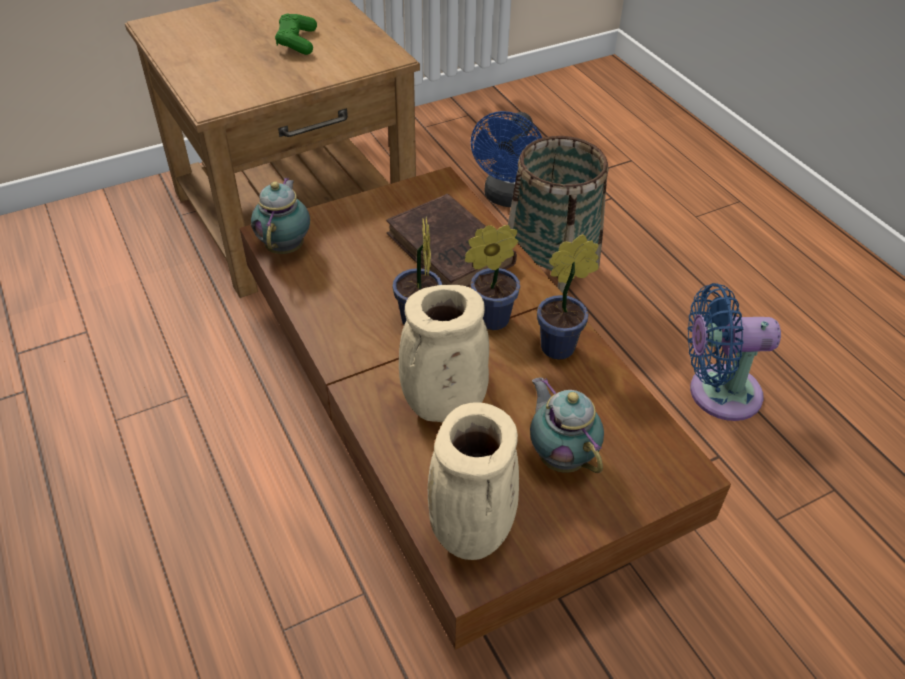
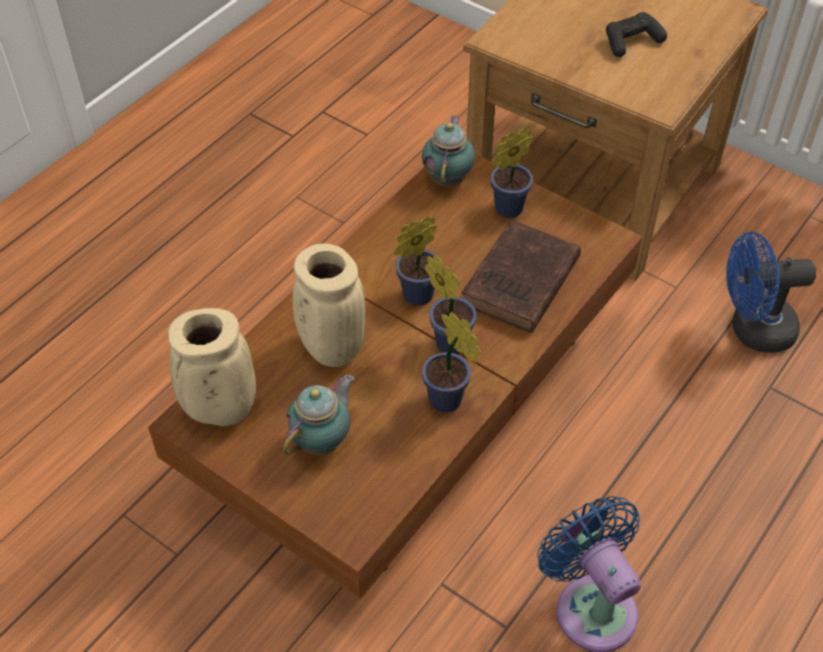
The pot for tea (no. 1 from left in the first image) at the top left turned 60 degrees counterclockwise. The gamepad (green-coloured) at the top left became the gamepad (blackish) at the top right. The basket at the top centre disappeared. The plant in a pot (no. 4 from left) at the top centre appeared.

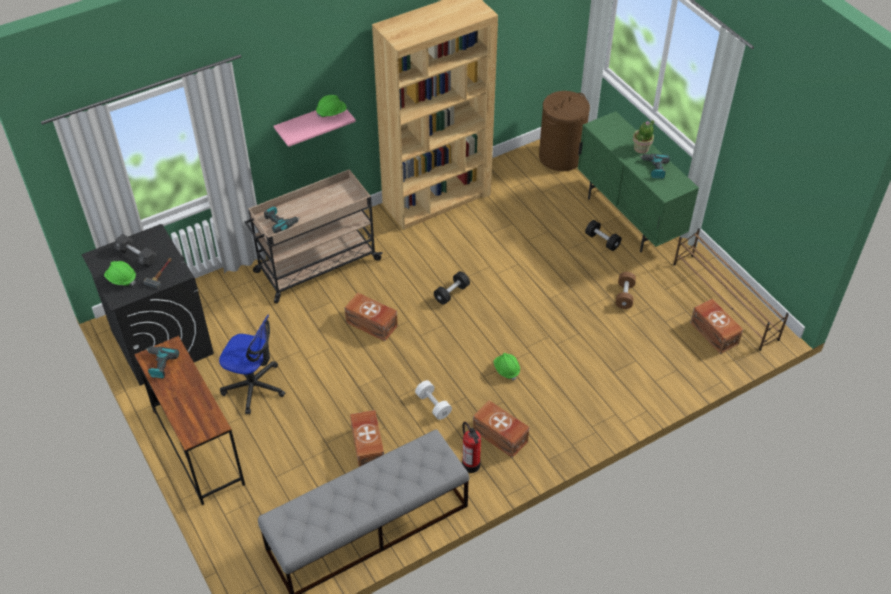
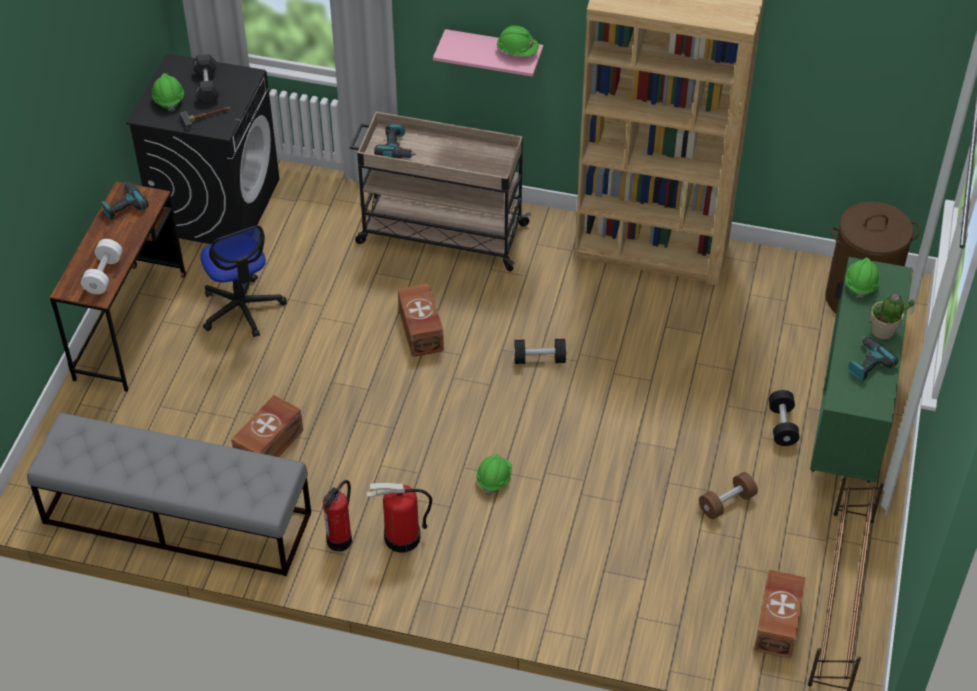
The dumbbell (whitish) moved from the bottom centre to the middle left. The storage box (brownish) (no. 3 from left) at the bottom centre was replaced by the fire-fighting cylinder (no. 2 from left) at the bottom centre. The safety helmet (green-coloured) (no. 4 from left) at the middle right appeared.

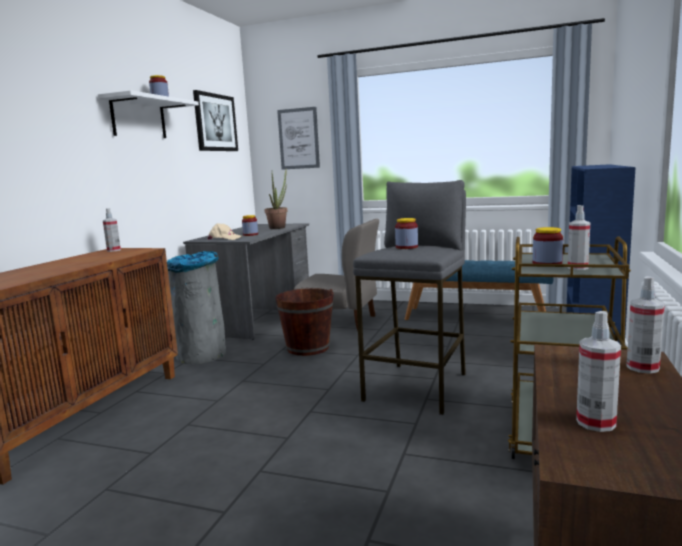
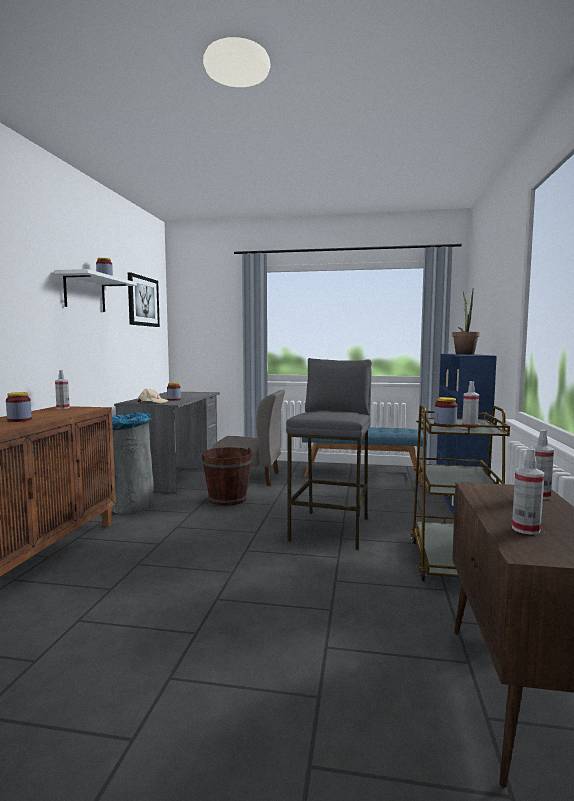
The plant in a pot moved from the centre to the middle right. The wall picture (no. 2 from left) at the top centre disappeared. The storage jar (no. 3 from left in the first image) moved from the centre to the middle left.

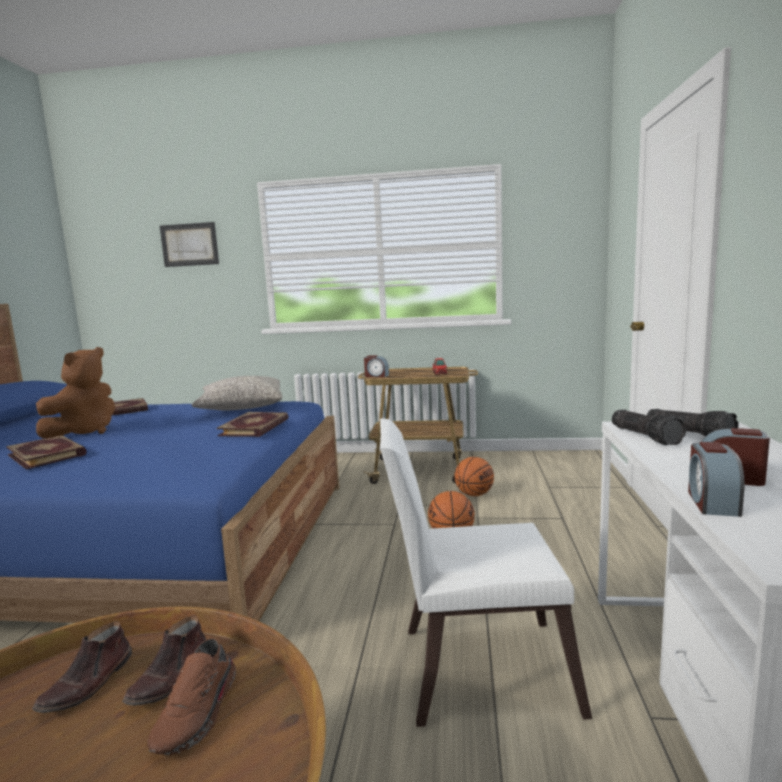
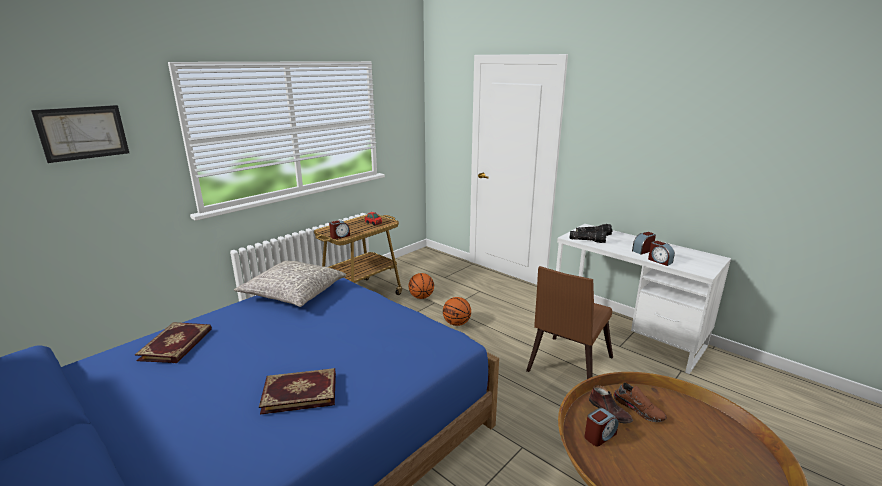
The low shoe (brownish) (no. 1 from left) at the bottom left was replaced by the table clock (no. 2 from left) at the bottom right. The cuddly toy (brownish) at the middle left disappeared. The bound book (no. 3 from left) at the middle left disappeared. The plain chair (whitish) at the bottom centre became the plain chair (brownish) at the centre.

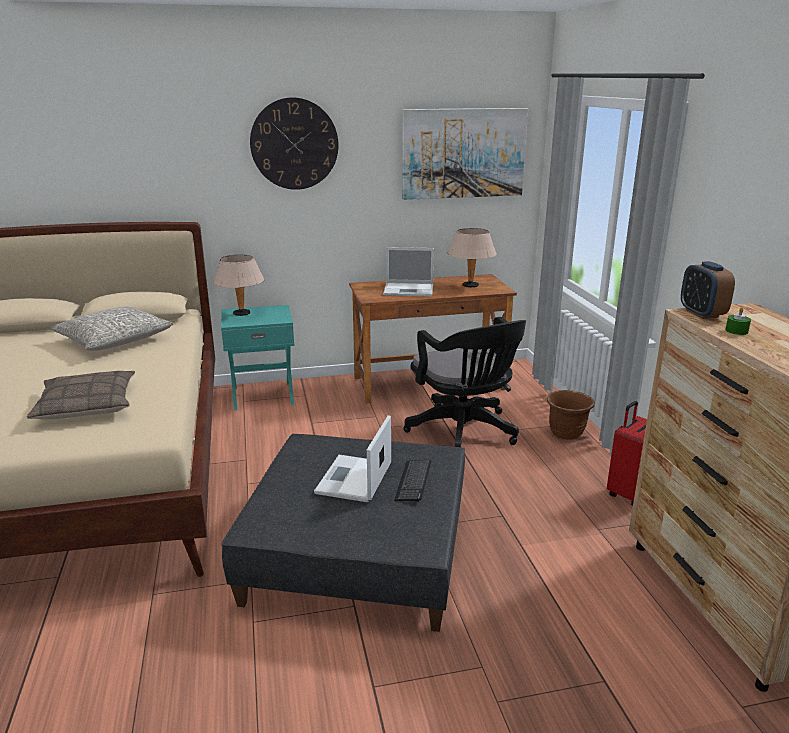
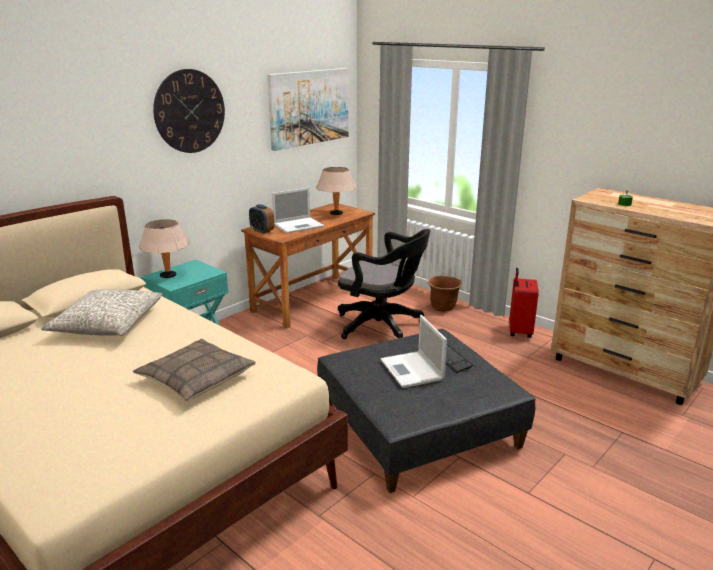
The table clock moved from the middle right to the centre.

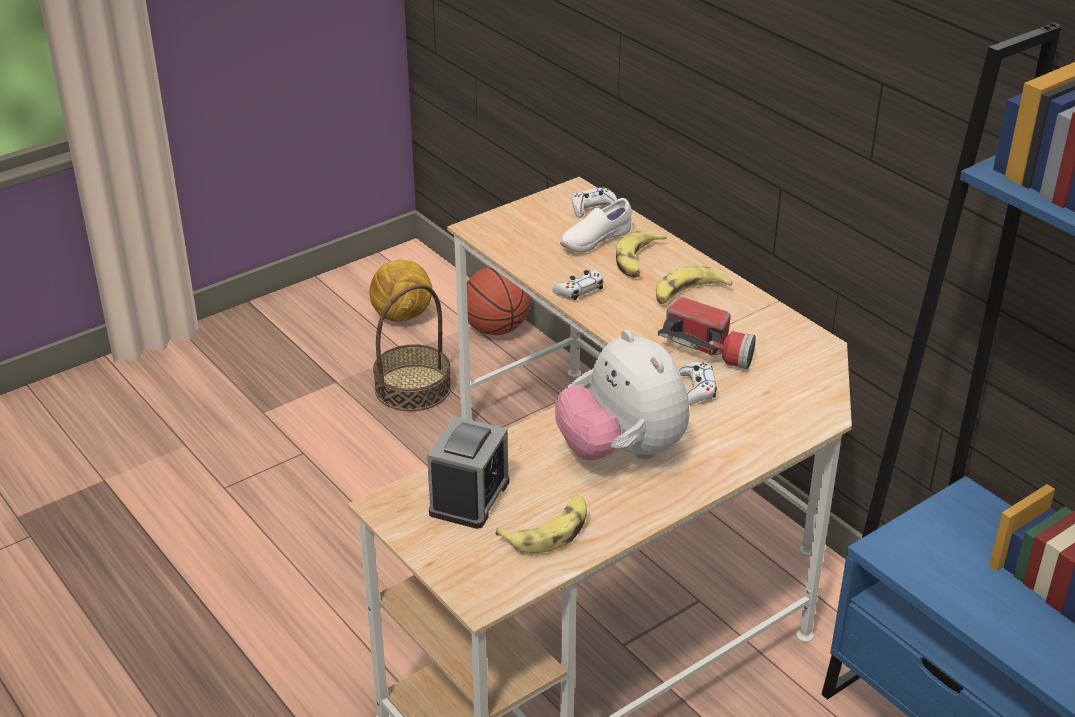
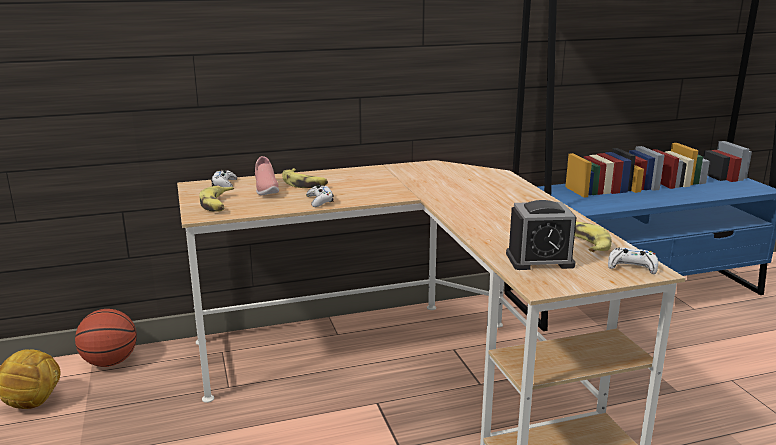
The basket at the centre disappeared. The table clock at the centre turned 135 degrees clockwise. The cuddly toy at the centre disappeared. The low shoe (whitish) at the top centre became the low shoe (pink-coloured) at the centre. The banana fruit (no. 3 from left in the first image) moved from the centre to the middle left. The hand torch at the centre disappeared. The gamepad (whitish) (no. 3 from left) moved from the centre to the middle right.

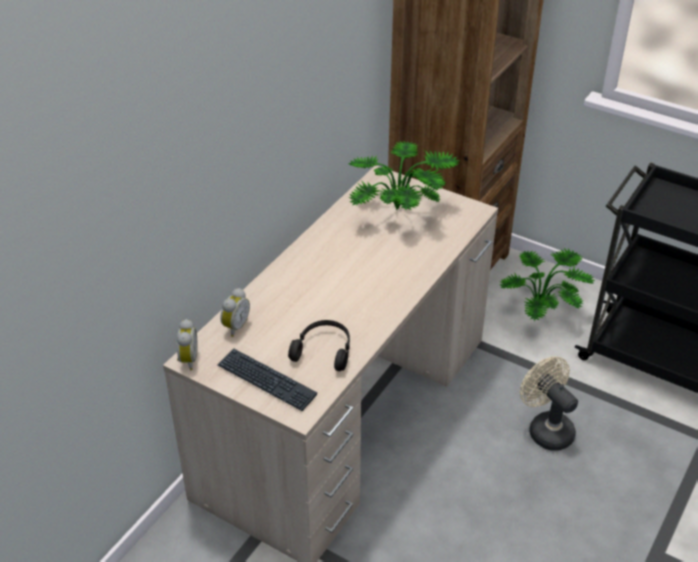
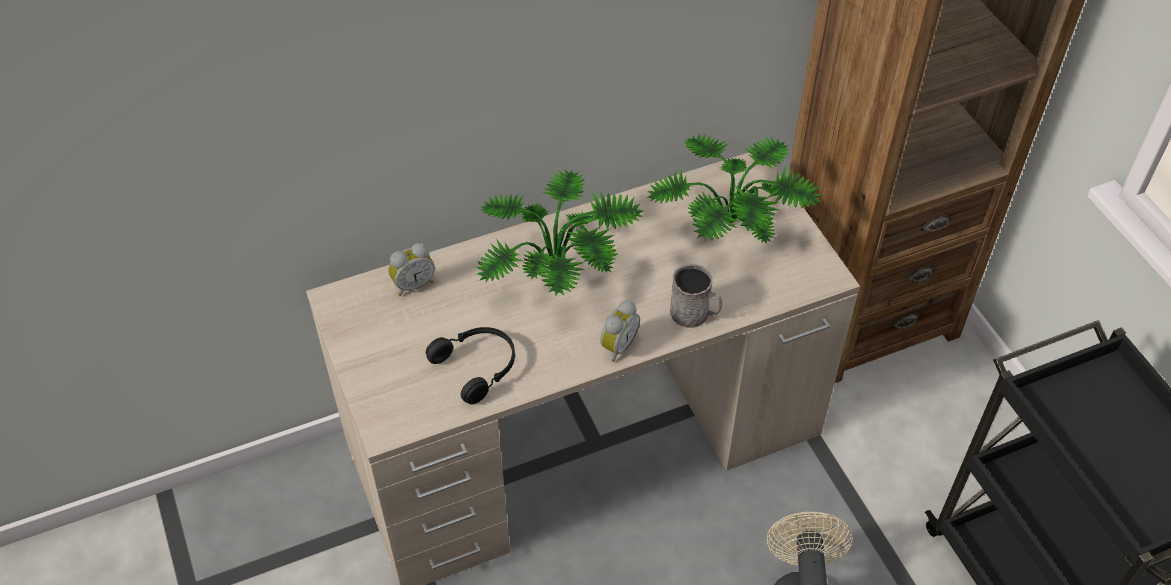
The table clock (no. 1 from left in the first image) moved from the middle left to the centre. The computer keyboard at the bottom centre disappeared. The plant in a pot (no. 2 from left in the first image) moved from the middle right to the centre. The mug (greyish) at the centre appeared.

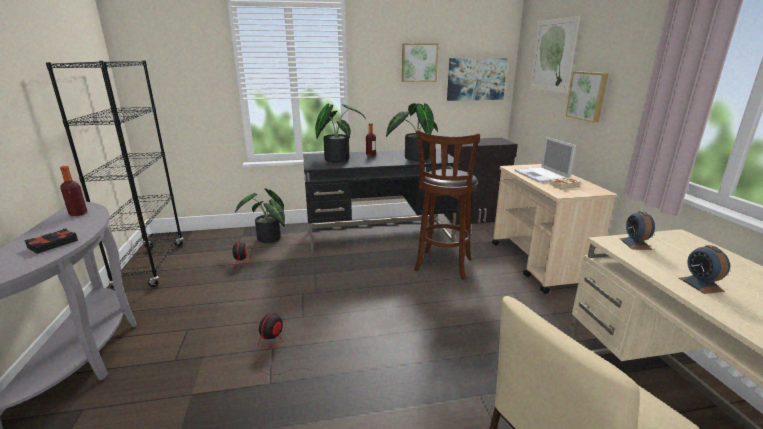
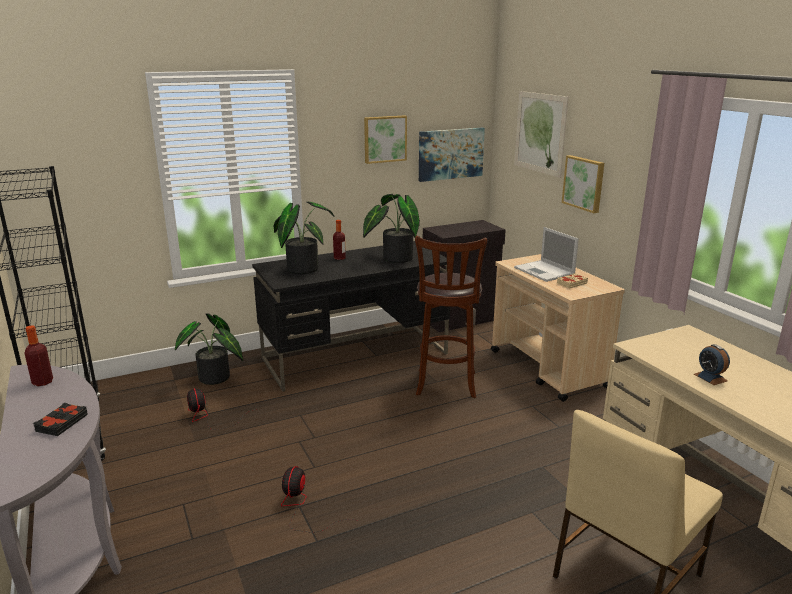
The table clock (no. 1 from left) at the middle right disappeared.

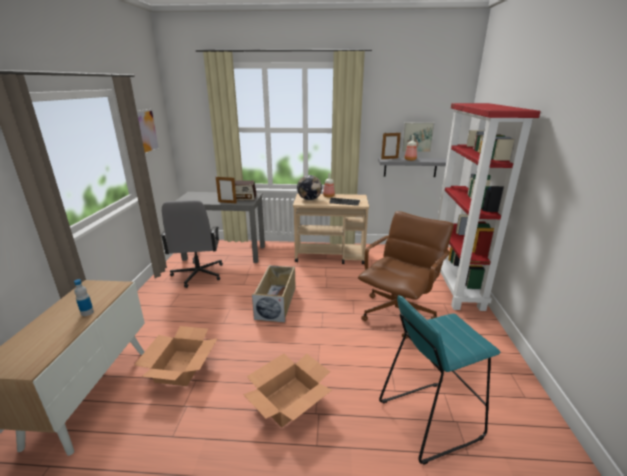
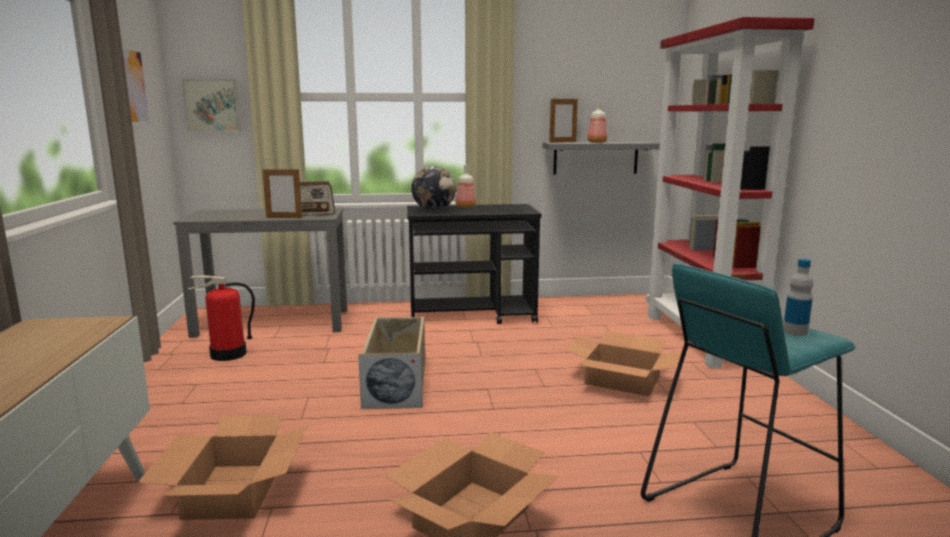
The beverage bottle (no. 1 from left in the first image) moved from the middle left to the middle right. The desk chair (greyish) at the middle left was replaced by the fire-fighting cylinder at the middle left. The cart (beige) at the centre became the cart (blackish) at the centre. The desk chair (brownish) at the centre was replaced by the cardboard box (no. 3 from left) at the bottom centre. The wall picture (no. 2 from left) moved from the top right to the top left.

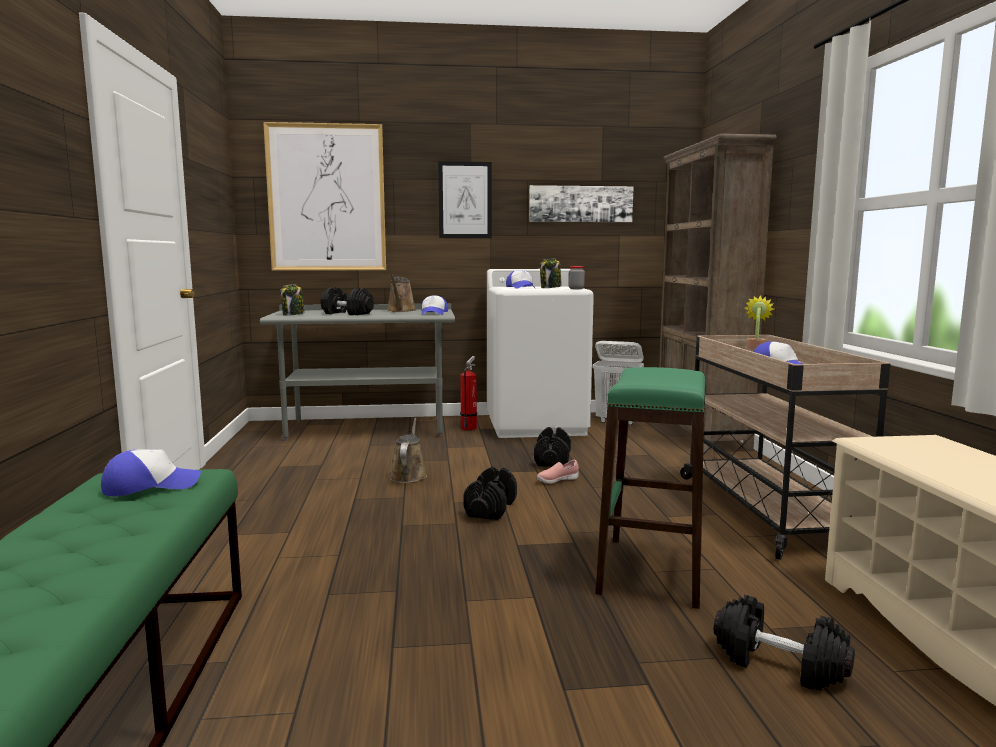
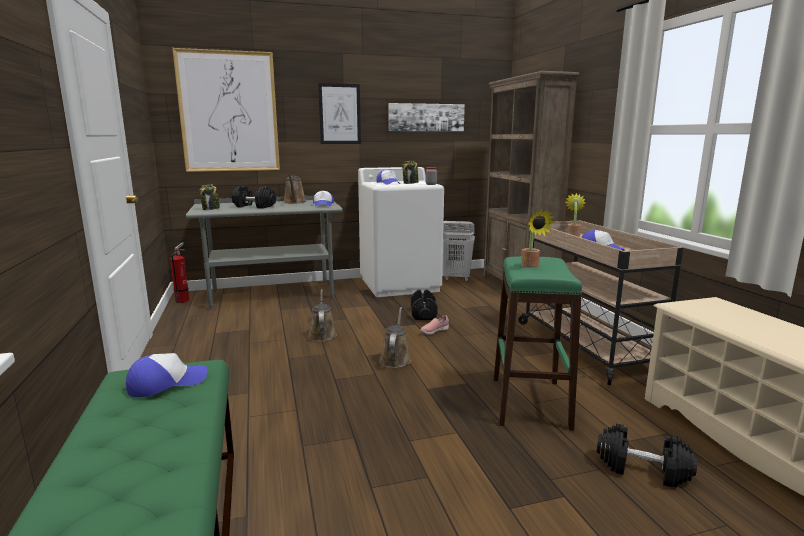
The fire-fighting cylinder moved from the centre to the middle left. The dumbbell (blackish) (no. 2 from left) at the centre was replaced by the watering pot (brownish) (no. 3 from left) at the centre. The plant in a pot (no. 1 from left) at the middle right appeared.

